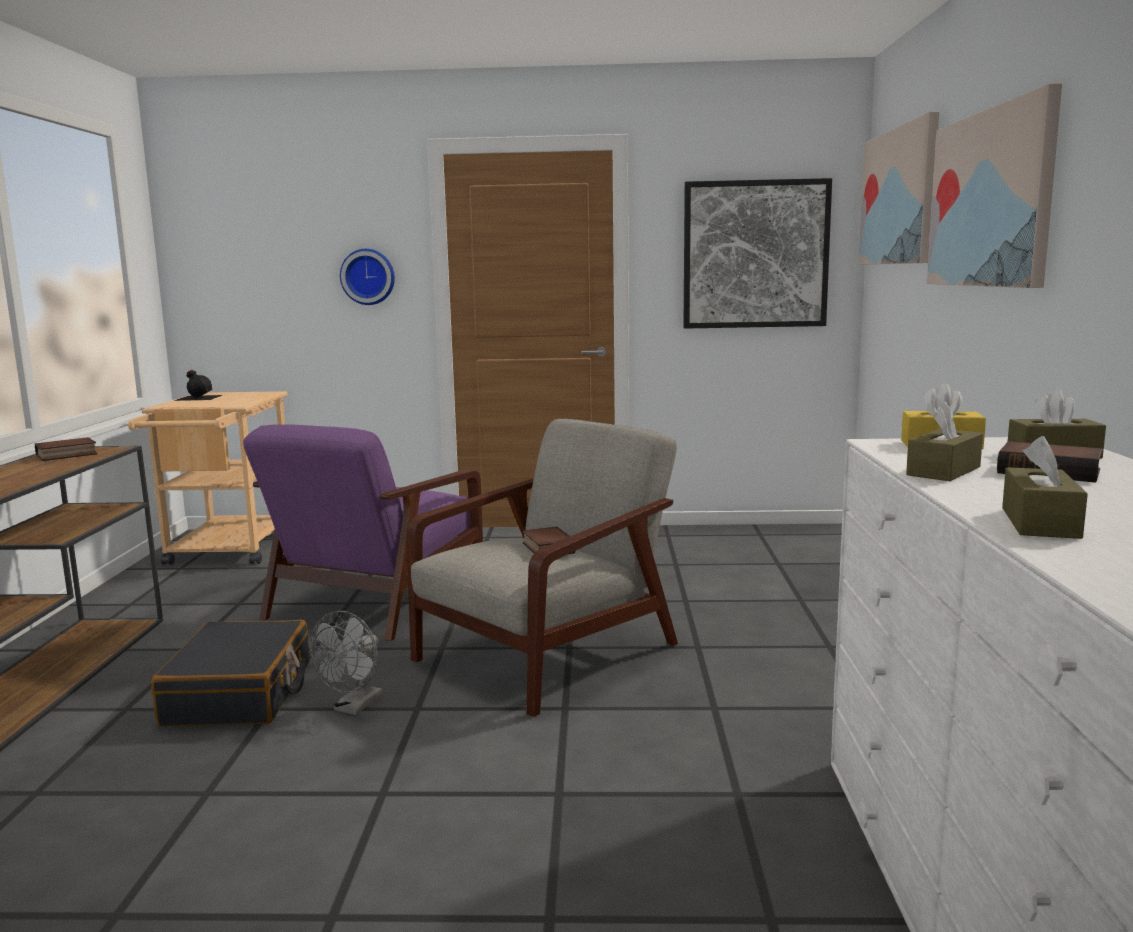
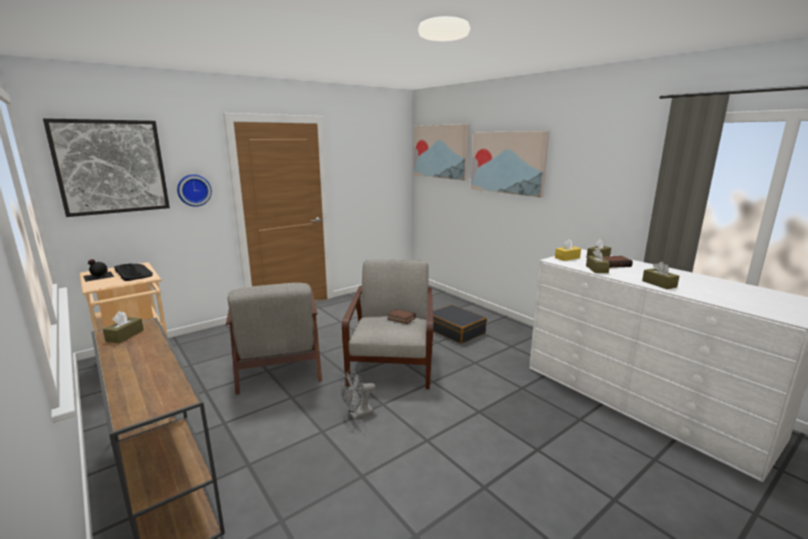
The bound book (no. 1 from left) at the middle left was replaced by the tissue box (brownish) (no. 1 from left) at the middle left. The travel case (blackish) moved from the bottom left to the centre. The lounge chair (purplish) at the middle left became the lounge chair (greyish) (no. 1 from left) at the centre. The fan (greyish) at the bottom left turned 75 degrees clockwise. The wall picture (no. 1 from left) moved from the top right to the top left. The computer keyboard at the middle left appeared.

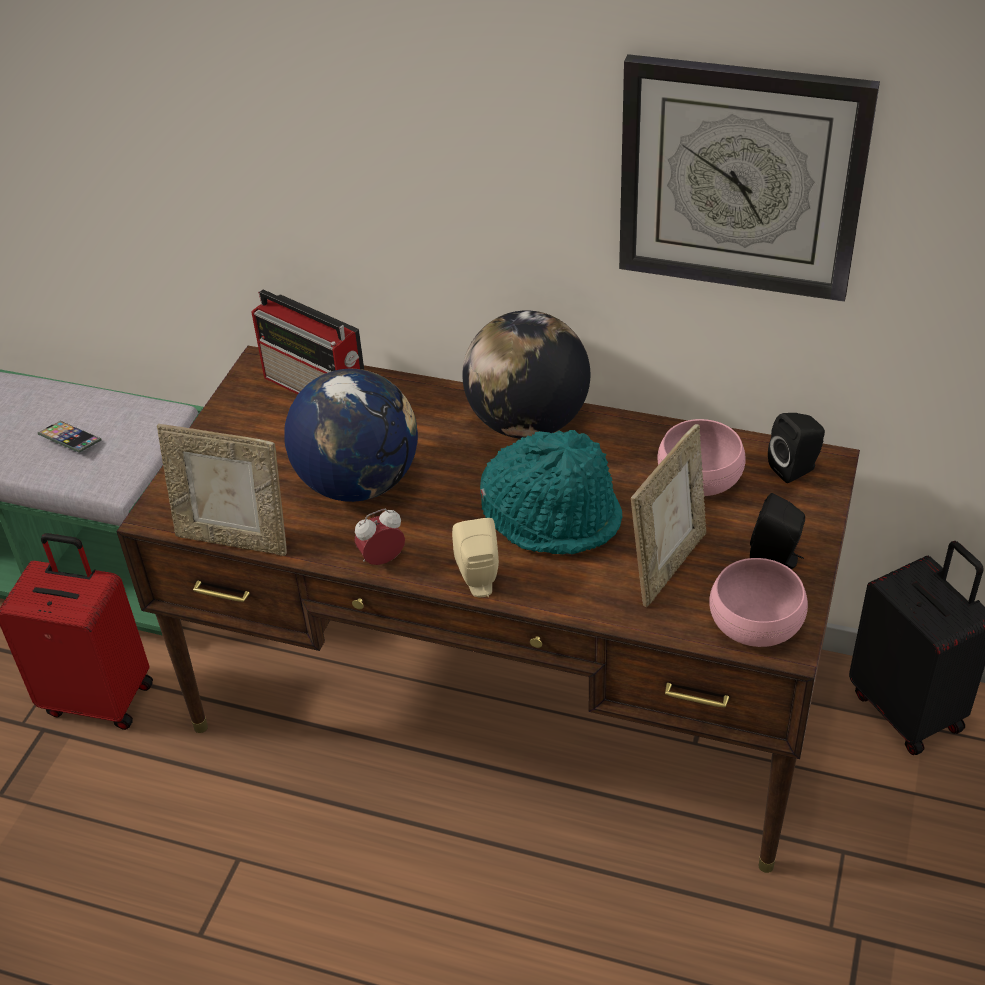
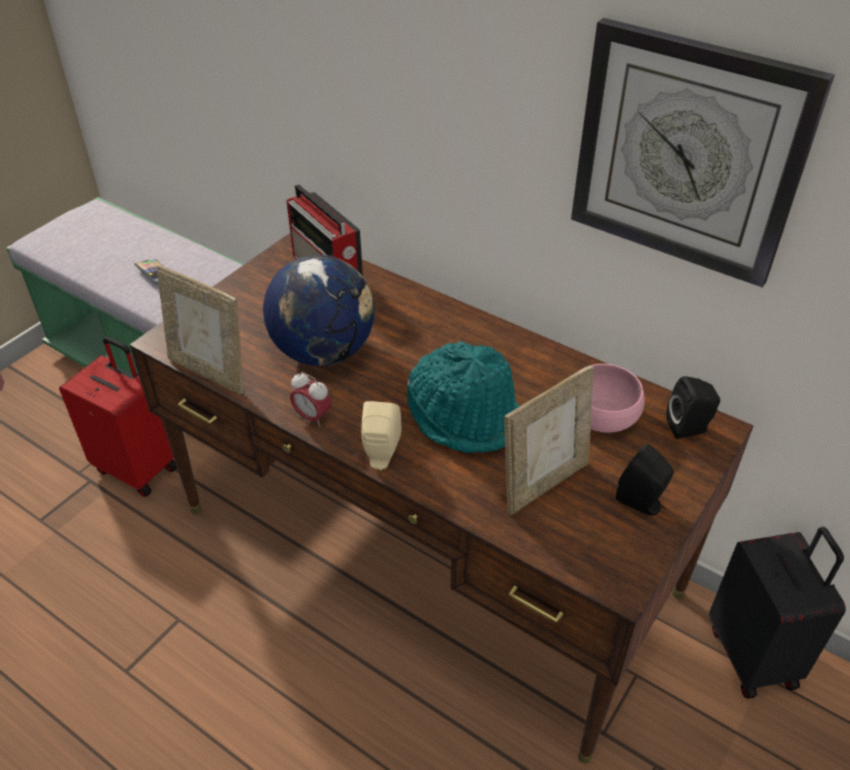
The table clock at the centre turned 135 degrees counterclockwise. The world globe (no. 2 from left) at the centre disappeared. The bowl (pink-coloured) (no. 2 from left) at the middle right disappeared.

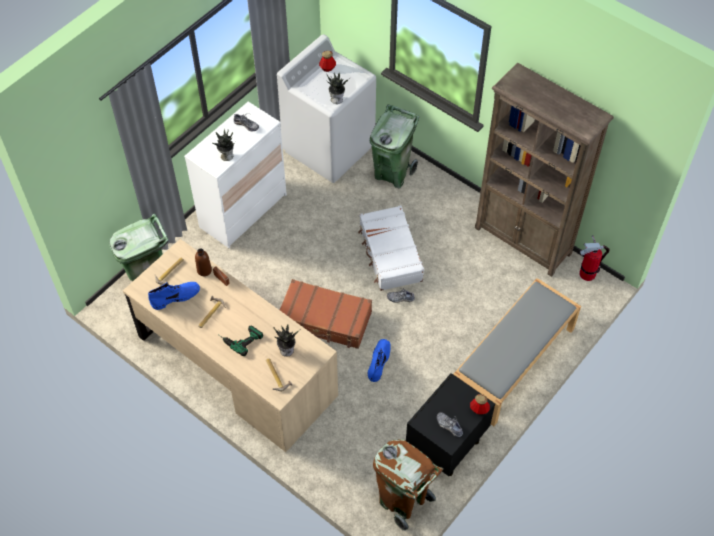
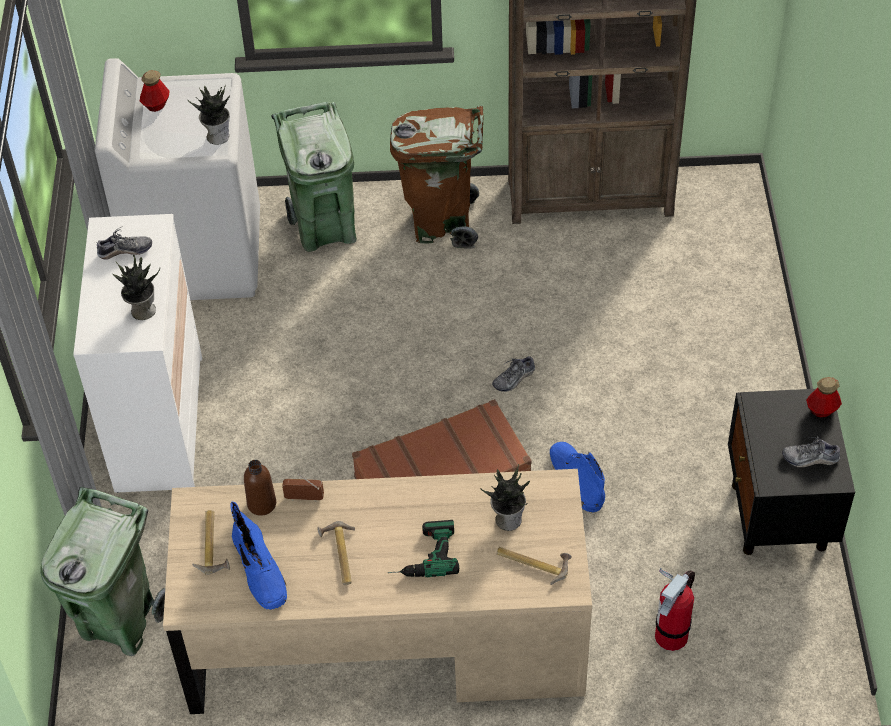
The tall boot (blue) (no. 1 from left) at the middle left turned 135 degrees clockwise. The travel case (whitish) at the centre disappeared. The rubbish bin (brownish) moved from the bottom centre to the top centre. The bench (greyish) at the middle right disappeared. The fire-fighting cylinder moved from the middle right to the bottom right.

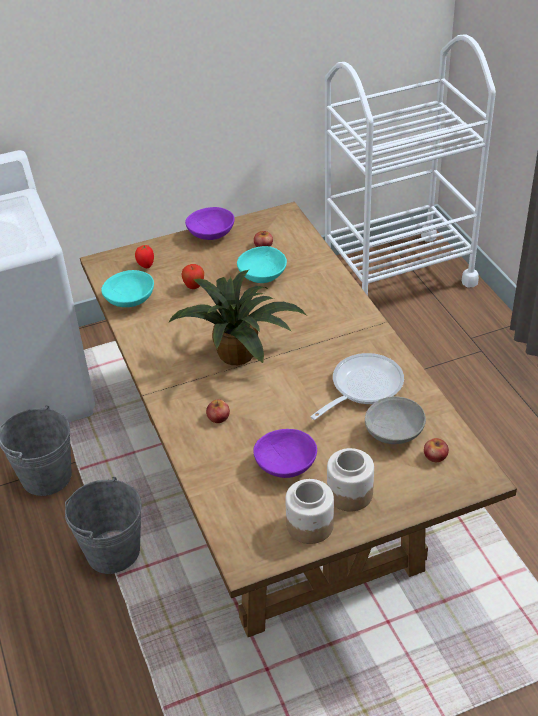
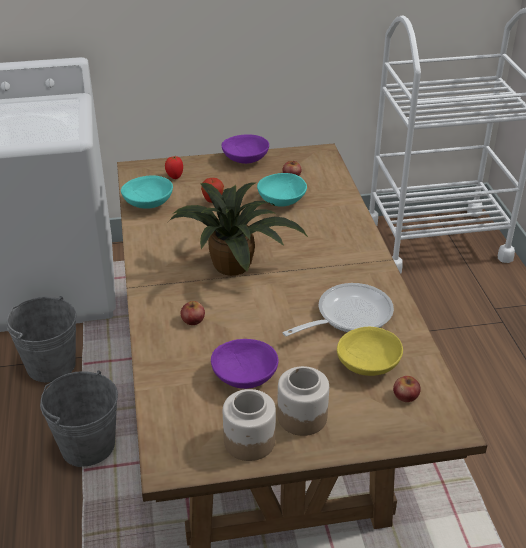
The bowl (greyish) at the middle right became the bowl (yellow-coloured) at the middle right.

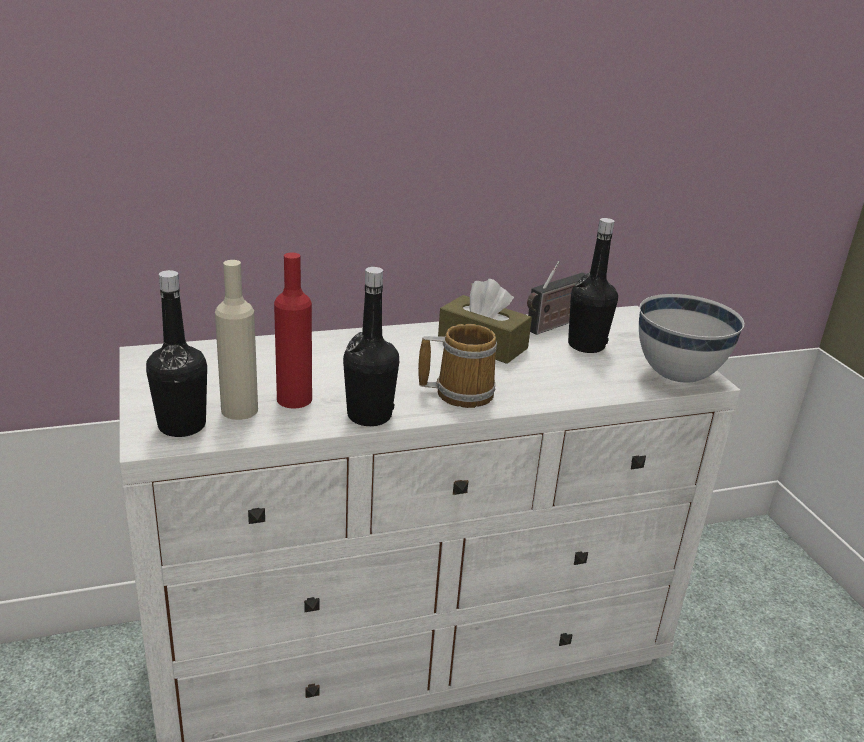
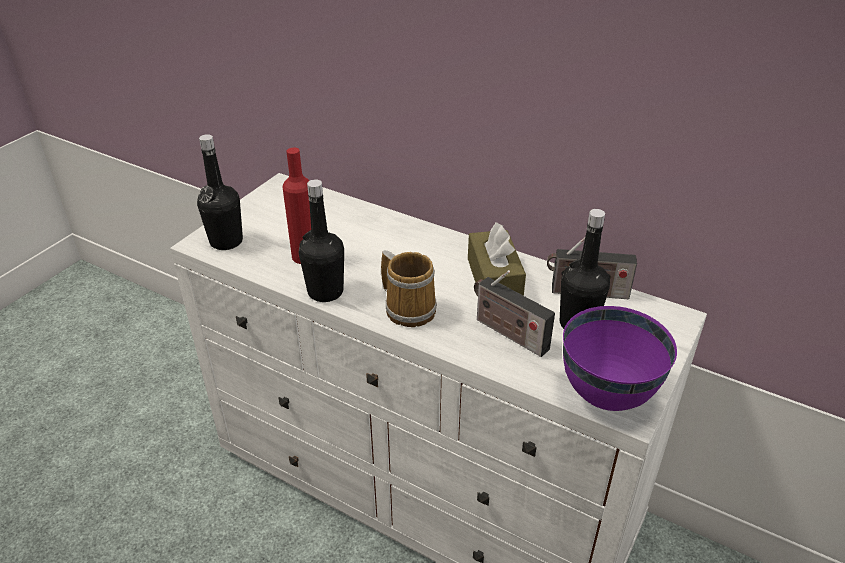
The beverage bottle (beige) at the middle left disappeared. The bowl (whitish) at the middle right became the bowl (purplish) at the middle right. The radio (no. 1 from left) at the centre appeared.

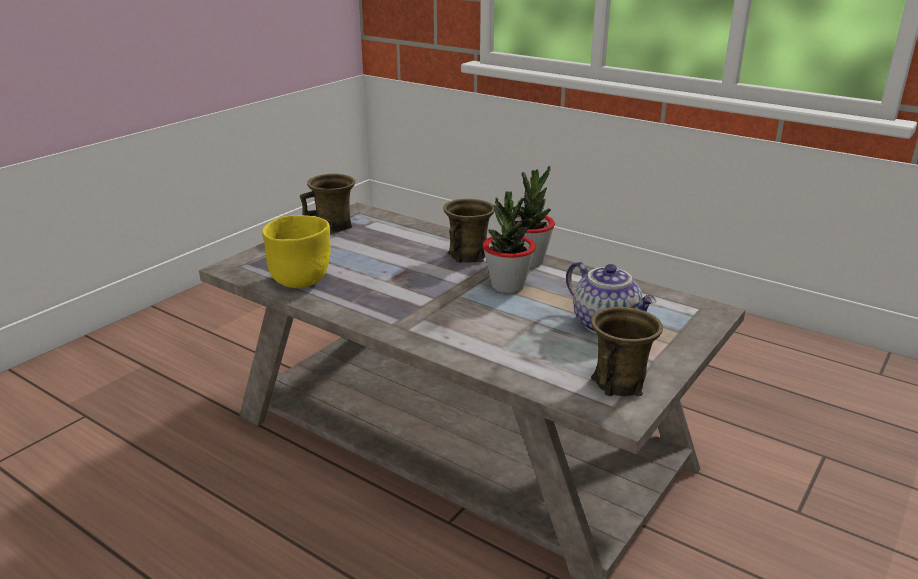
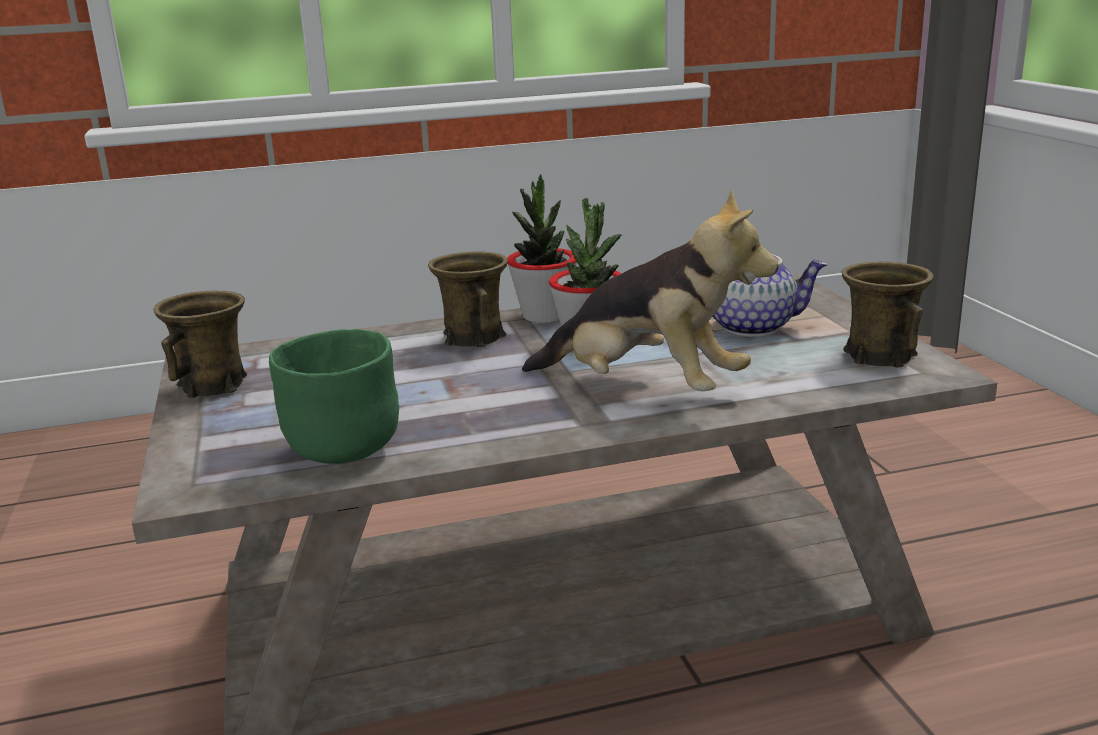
The bowl (yellow-coloured) at the middle left became the bowl (green-coloured) at the middle left. The cuddly toy at the centre appeared.

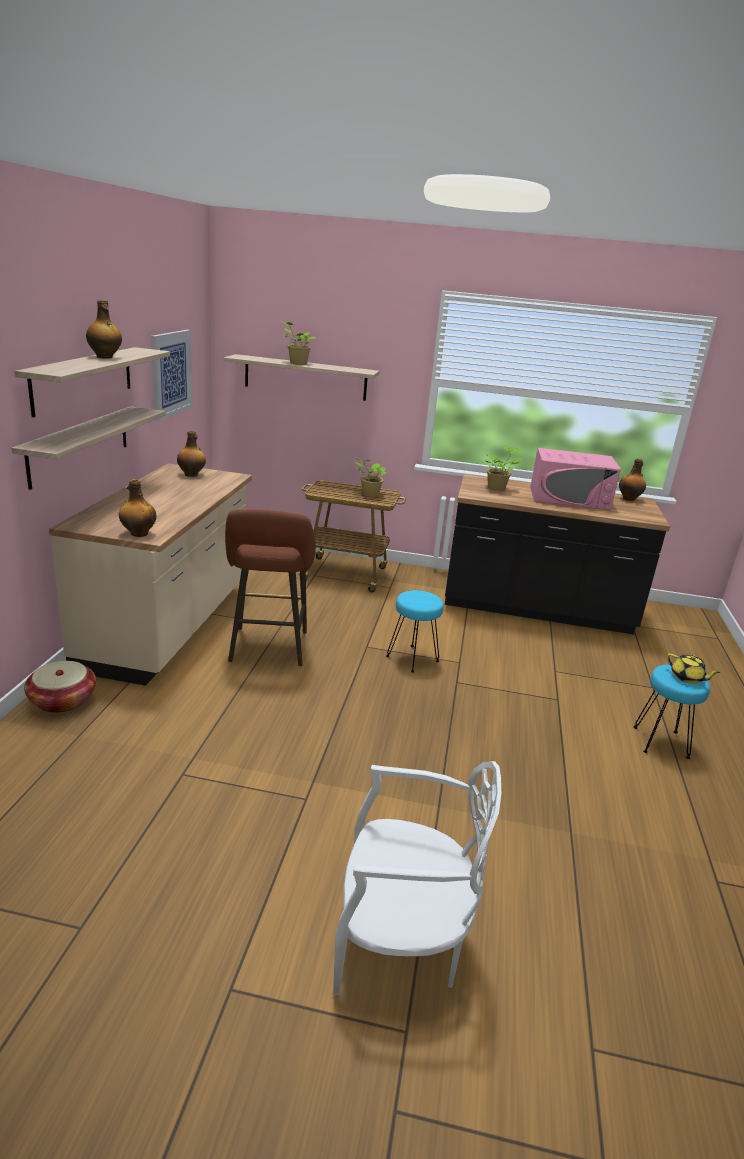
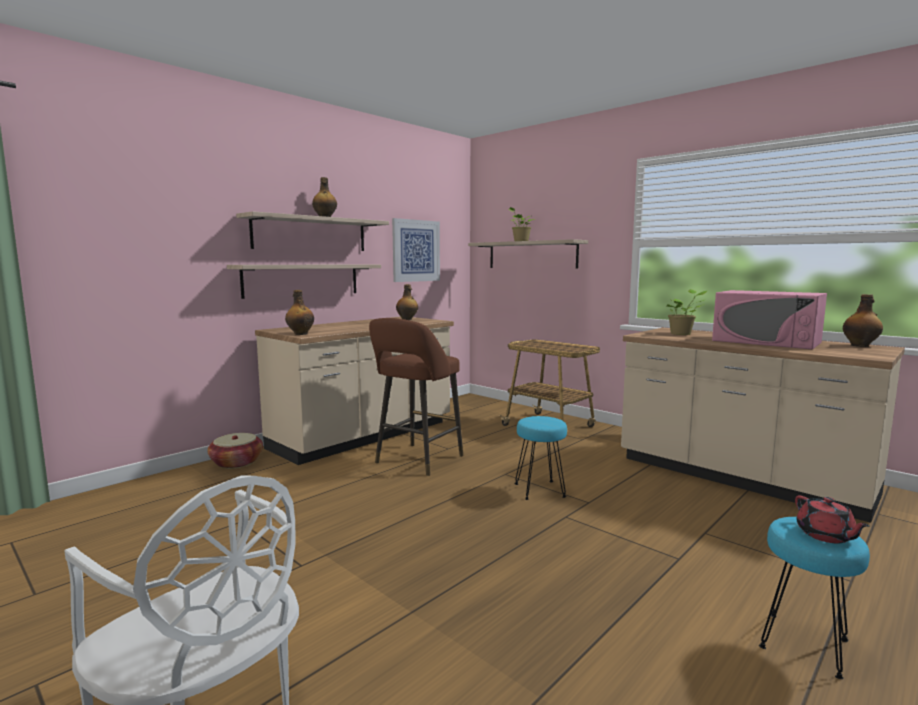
The plant in a pot (no. 2 from left) at the centre disappeared. The counter (blackish) at the middle right became the counter (beige) (no. 2 from left) at the middle right. The pot for tea (yellow-coloured) at the middle right became the pot for tea (reddish) at the bottom right.

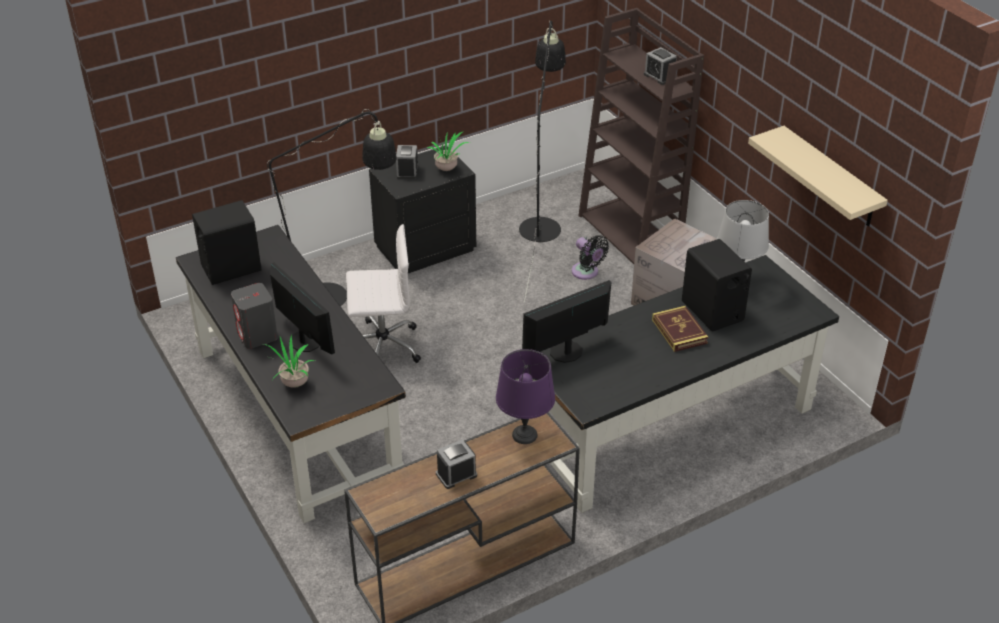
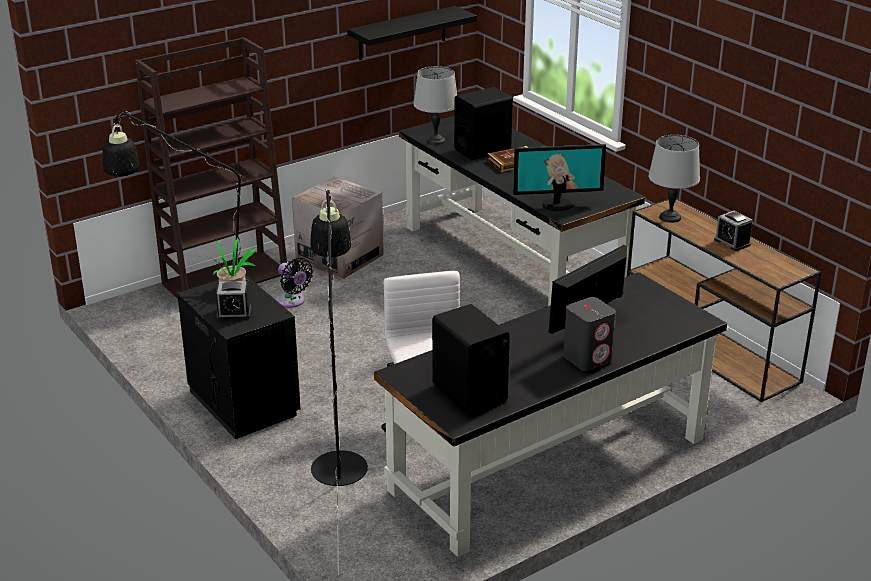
The plant in a pot (no. 1 from left) at the middle left disappeared. The table lamp (purplish) at the centre became the table lamp (greyish) (no. 2 from left) at the top right. The computer screen (no. 2 from left in the first image) at the centre turned 60 degrees counterclockwise. The fan (blackish) at the centre turned 90 degrees clockwise. The table clock (no. 3 from left) at the top centre disappeared. The wall shelf (beige) at the top right became the wall shelf (blackish) at the top centre.

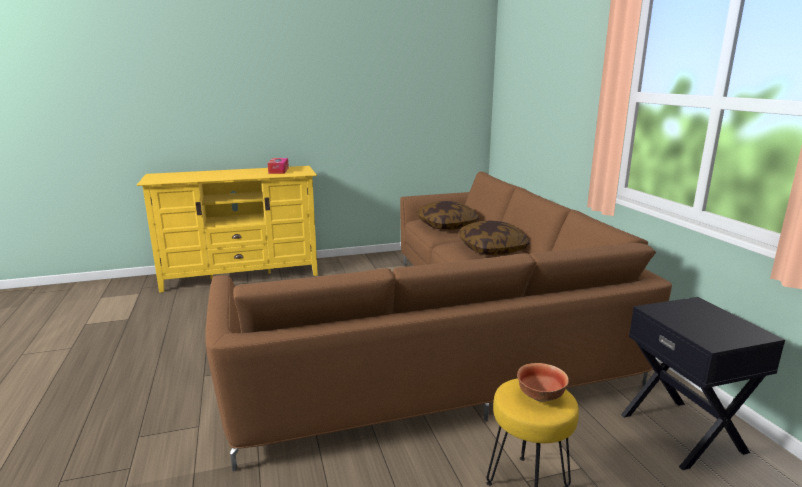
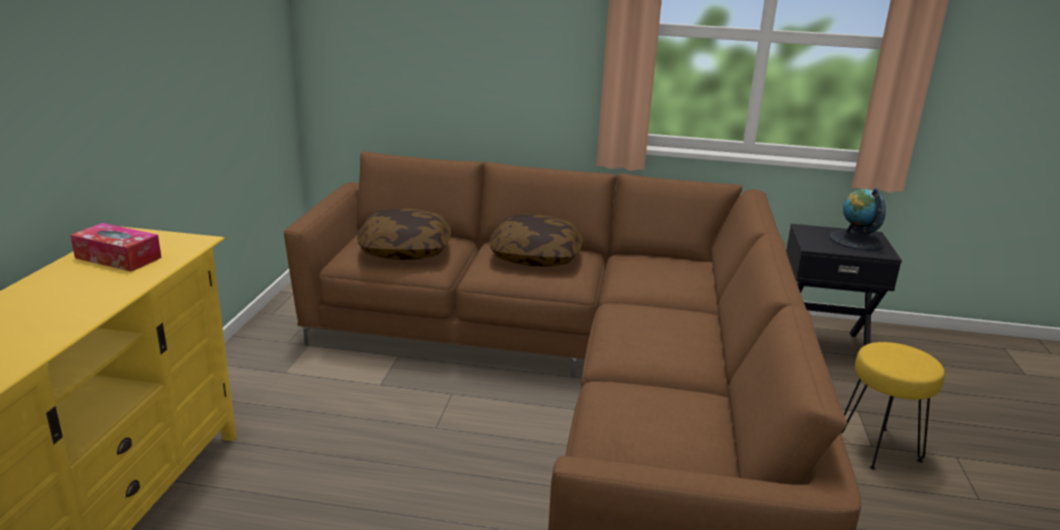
The bowl at the bottom right disappeared. The world globe at the middle right appeared.

